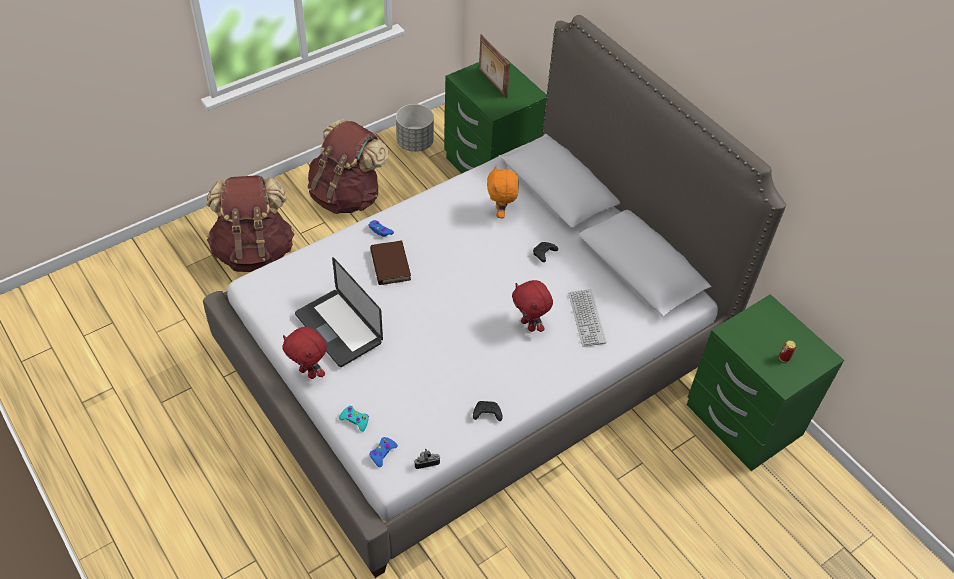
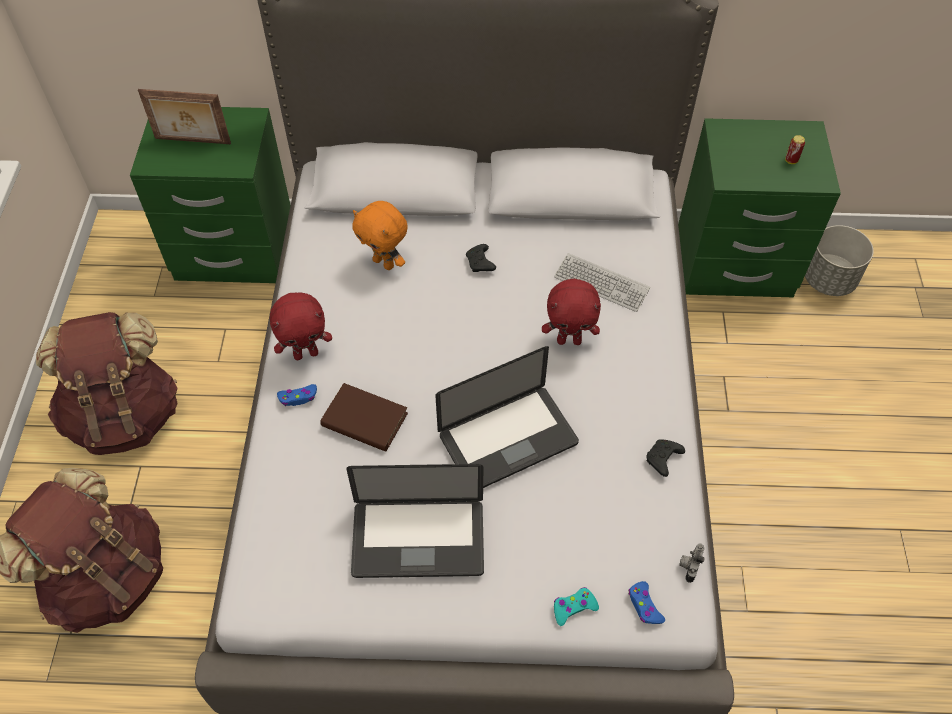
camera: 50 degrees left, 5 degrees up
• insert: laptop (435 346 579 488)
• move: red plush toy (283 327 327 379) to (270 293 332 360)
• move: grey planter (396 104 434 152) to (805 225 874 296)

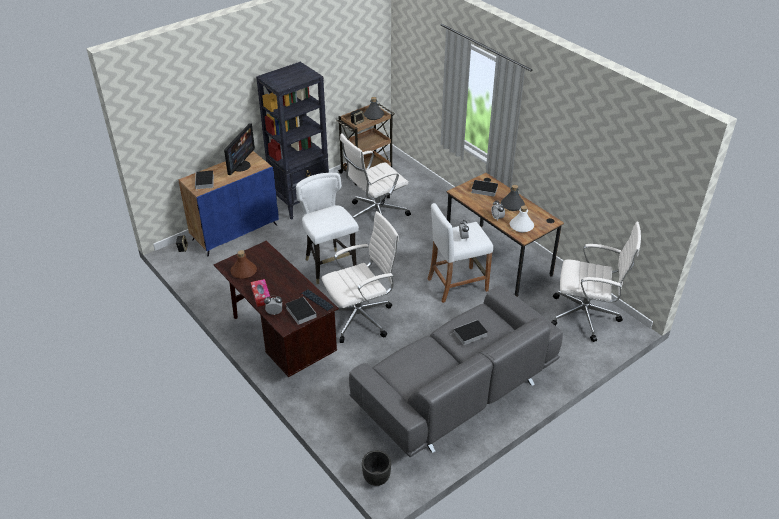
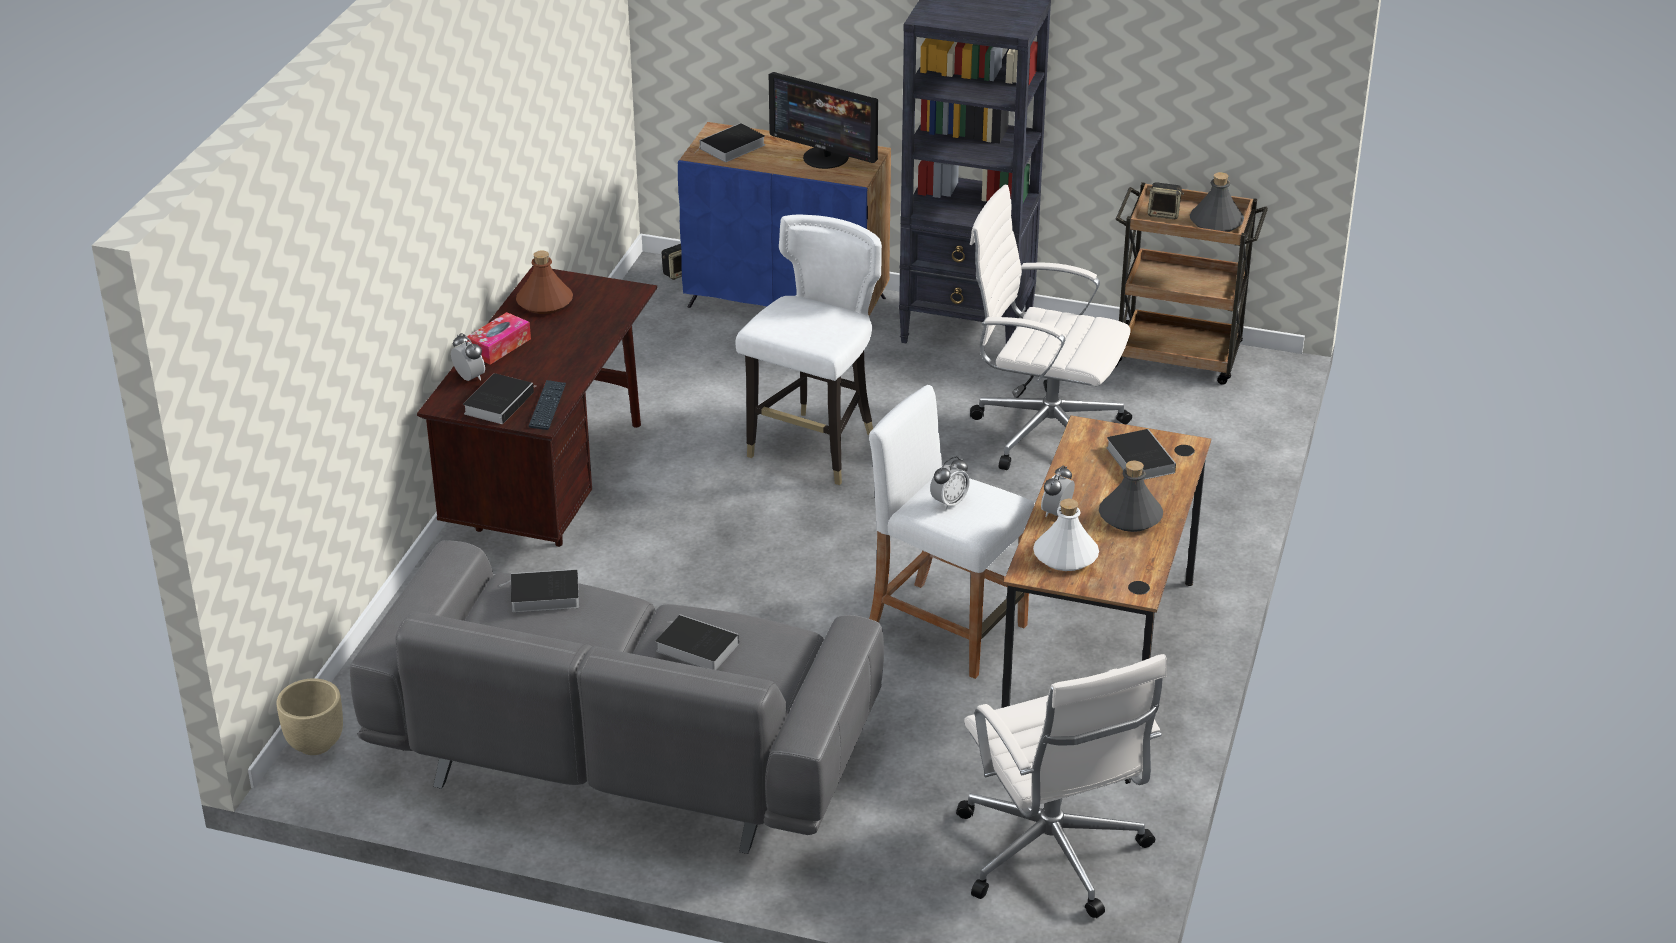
camera: 55 degrees right, 5 degrees down
• delete: white office chair (322 211 399 343)
• insert: book (499 569 579 612)
• recolor: black planter (362 450 391 486) to beige planter (276 678 343 755)
• rotate: monitor (224 123 255 175) = (769 72 878 169) 45 degrees clockwise

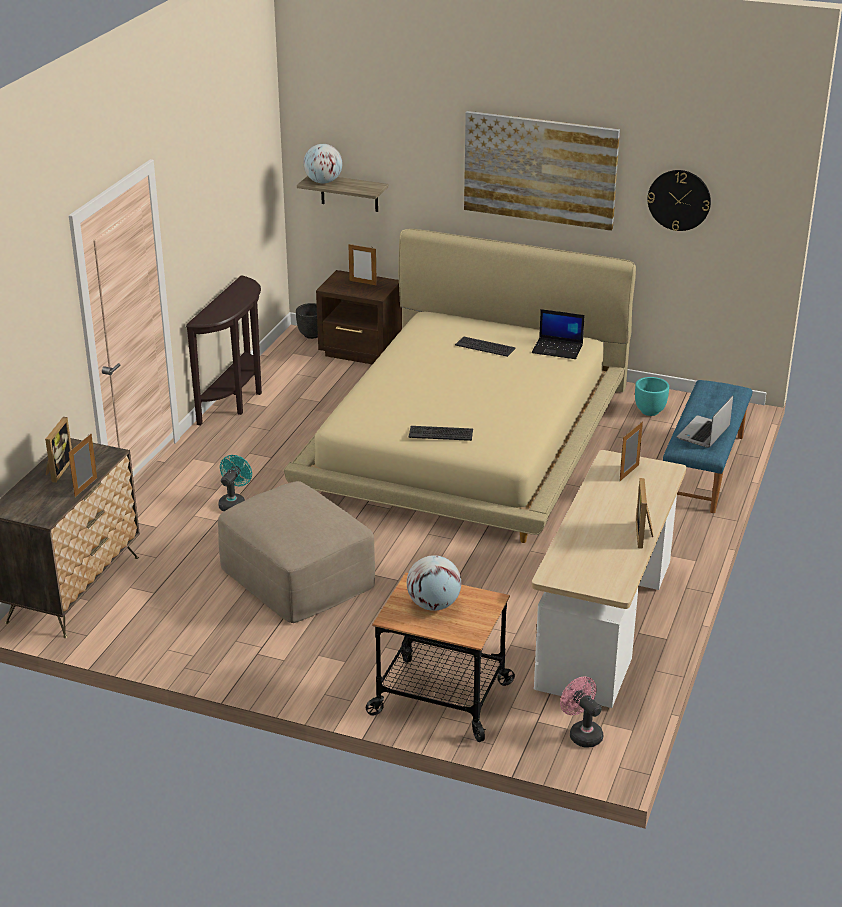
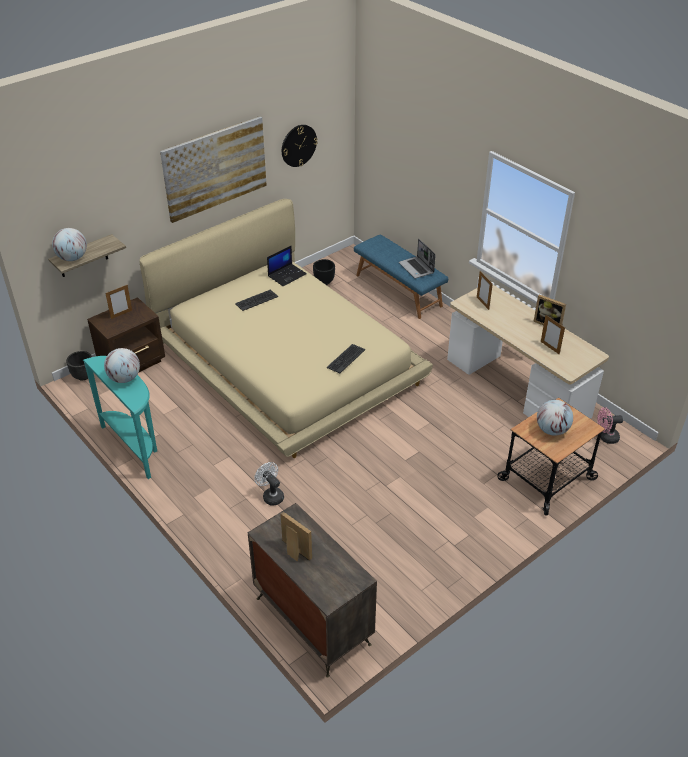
camera: 60 degrees left, 10 degrees up
• delete: beige ottoman (218 481 375 623)
• insert: globe (104 348 140 383)
• move: picture frame (68 434 97 497) to (541 315 565 355)
• recolor: brown console table (186 275 262 426) to turquoise console table (83 356 157 479)
• recolor: turquoise fan (218 455 252 511) to white fan (254 462 284 506)
• recolor: turquoise planter (635 377 669 416) to black planter (313 259 335 285)

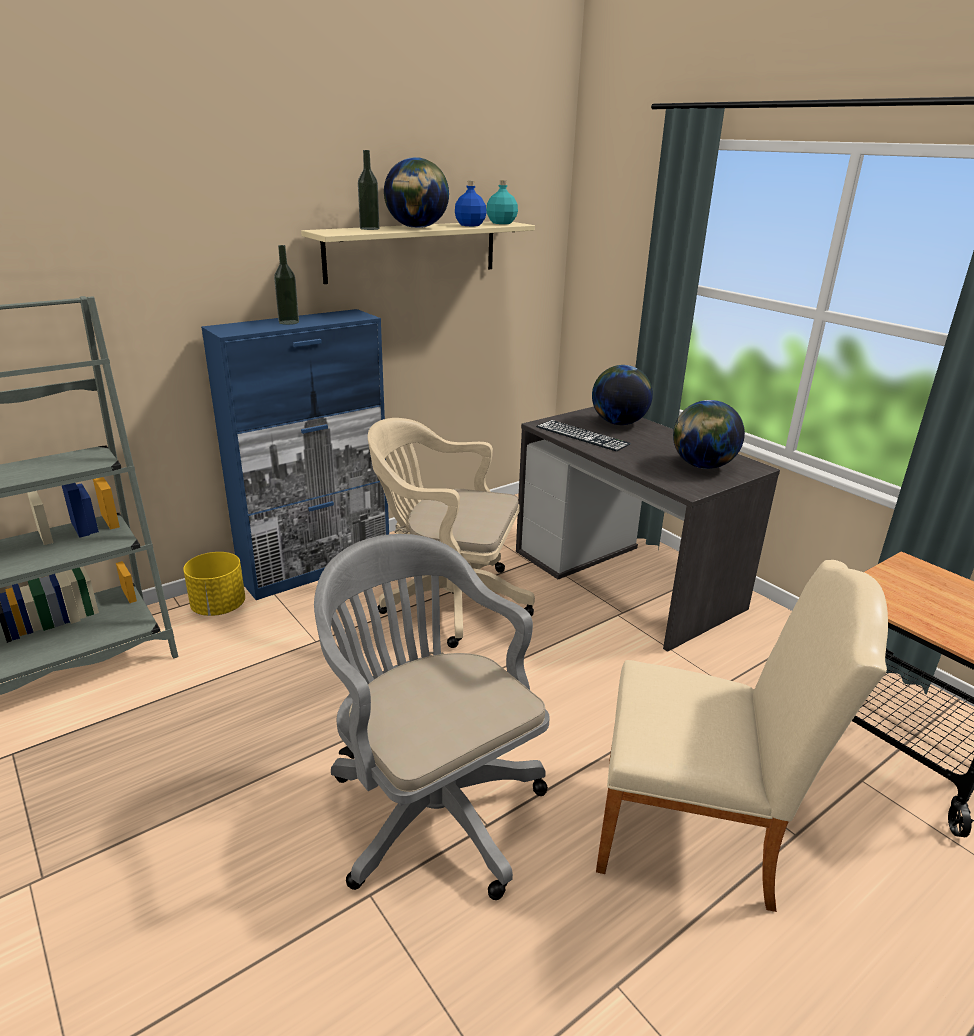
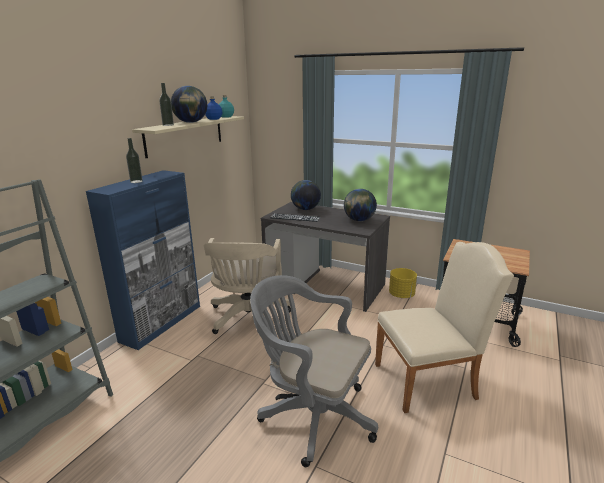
camera: 25 degrees left, 5 degrees down
• move: yellow planter (183 552 245 616) to (389 268 417 298)
• rotate: beige office chair (368 418 535 648) = (204 238 291 334) 75 degrees counterclockwise

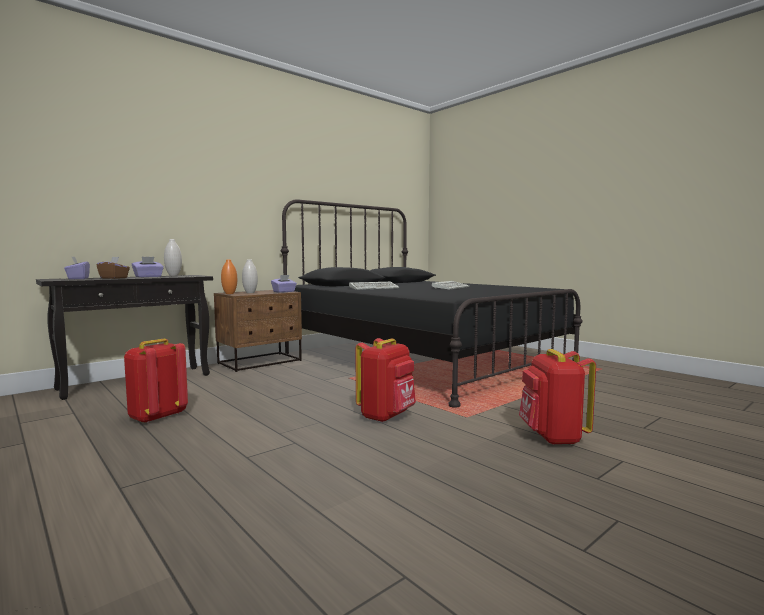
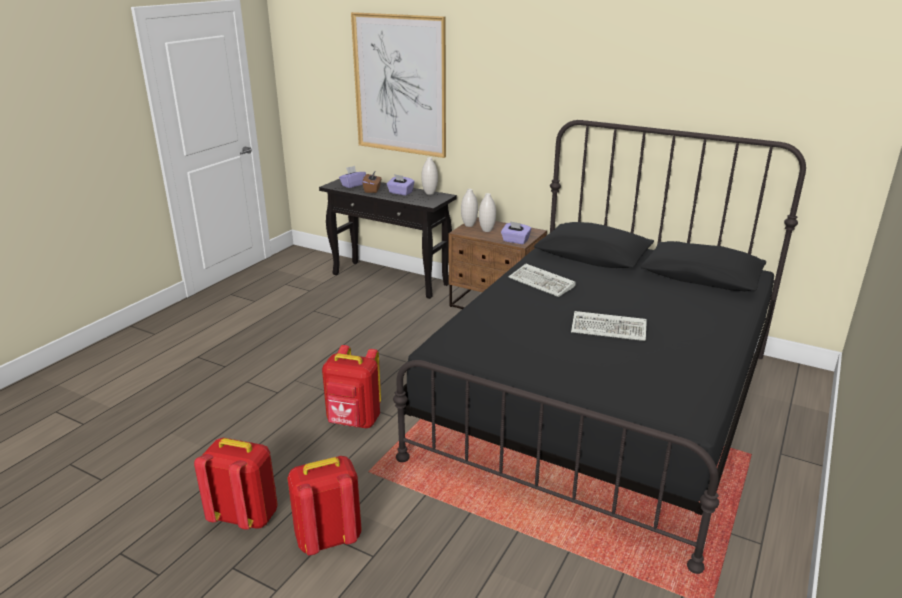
camera: 70 degrees right, 20 degrees up
• insert: picture (351 12 446 158)
• move: red backpack (124 339 188 423) to (194 438 278 530)
• recolor: orange vase (221 260 237 294) to white vase (461 189 478 227)

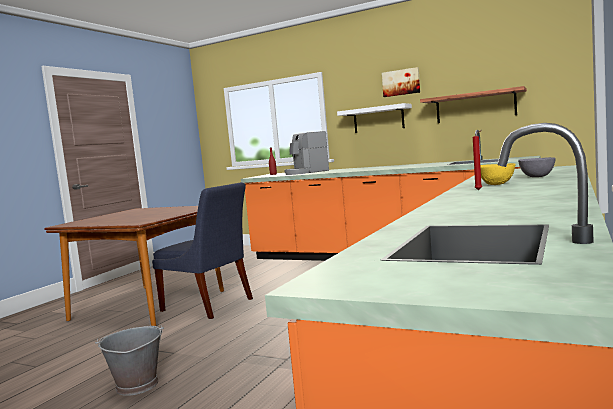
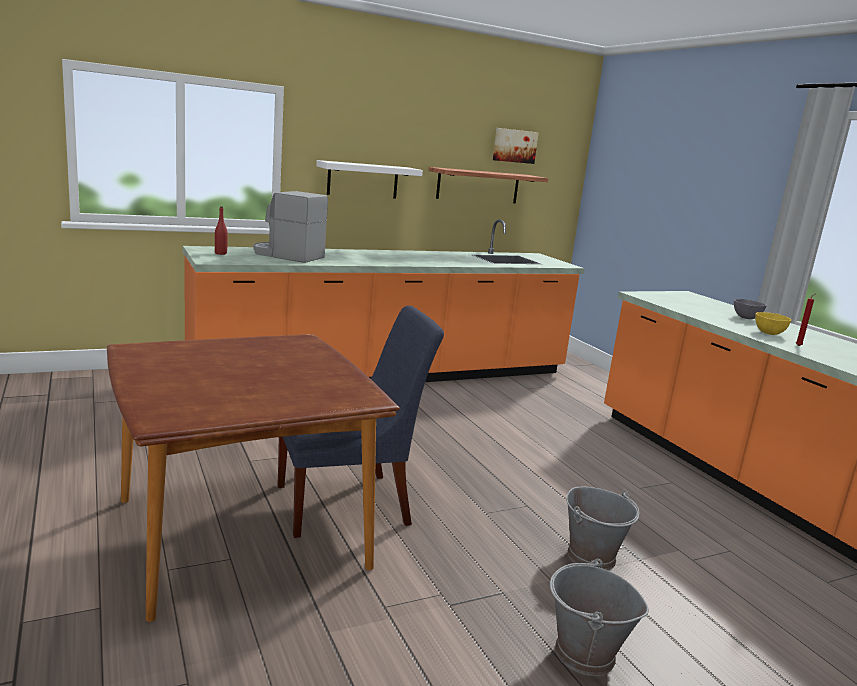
camera: 55 degrees left, 10 degrees up
• insert: grey bucket (566 487 640 570)
• move: picture (382 67 420 97) to (493 128 539 164)
• rotate: coffee machine (284 131 329 175) = (253 191 328 263) 105 degrees clockwise

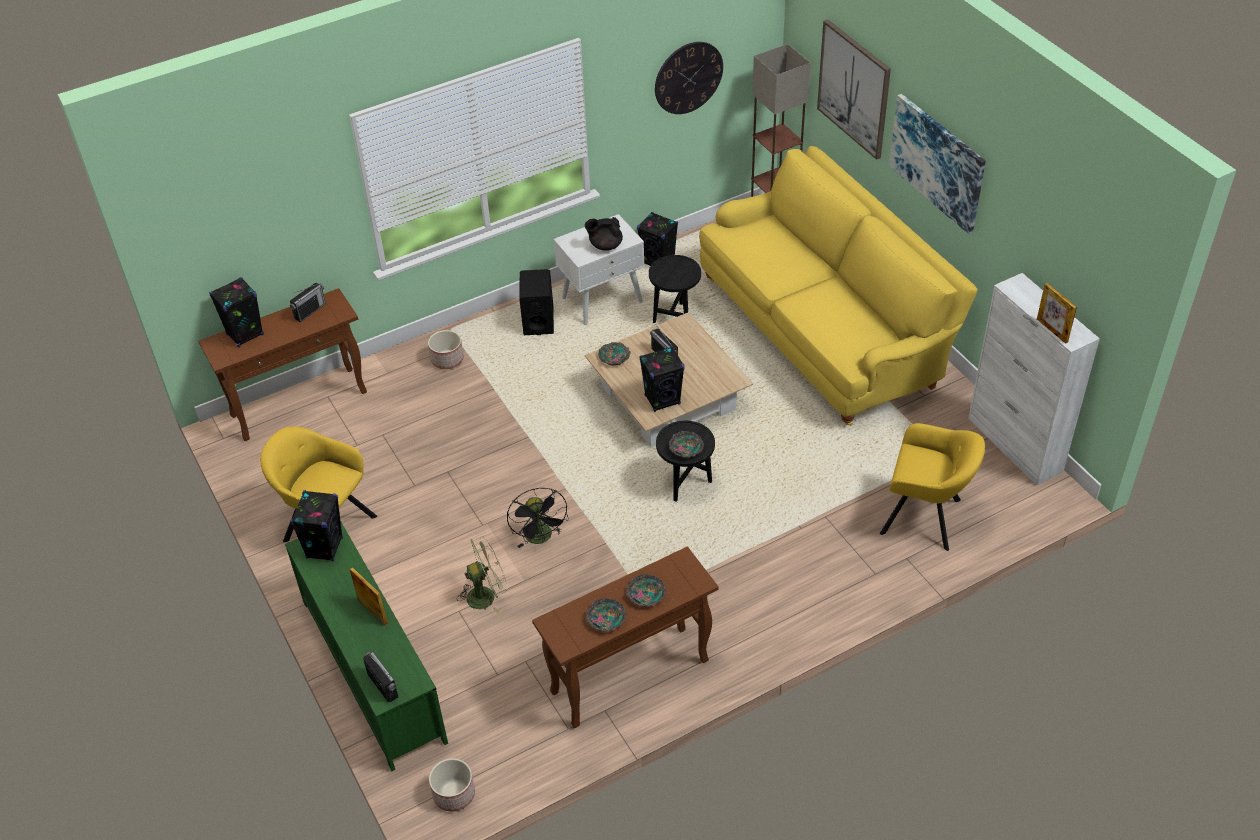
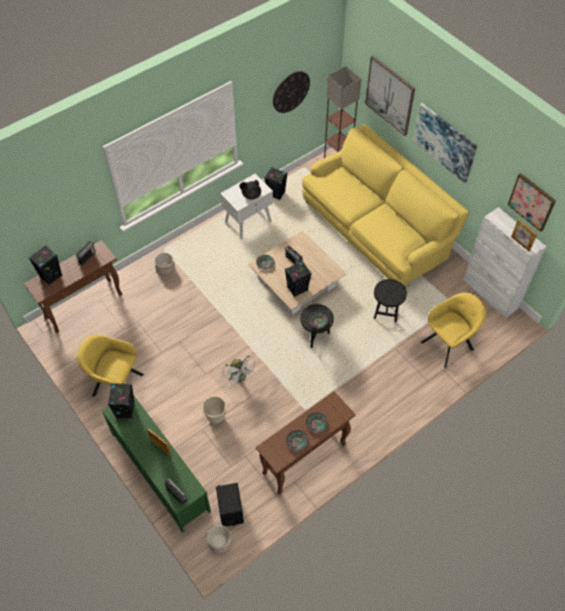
camera: 10 degrees left, 10 degrees up
• insert: picture (508 173 556 232)
• move: black speaker (519 269 554 335) to (216 483 244 527)
• move: black side table (649 255 701 323) to (374 279 407 323)
• replace: green fan (457 536 508 613) to beige planter (202 396 227 424)
• recolor: black fan (507 488 569 548) to white fan (223 355 257 386)
• rotate: yellow armchair (880 423 985 551) = (421 292 486 368) 45 degrees counterclockwise

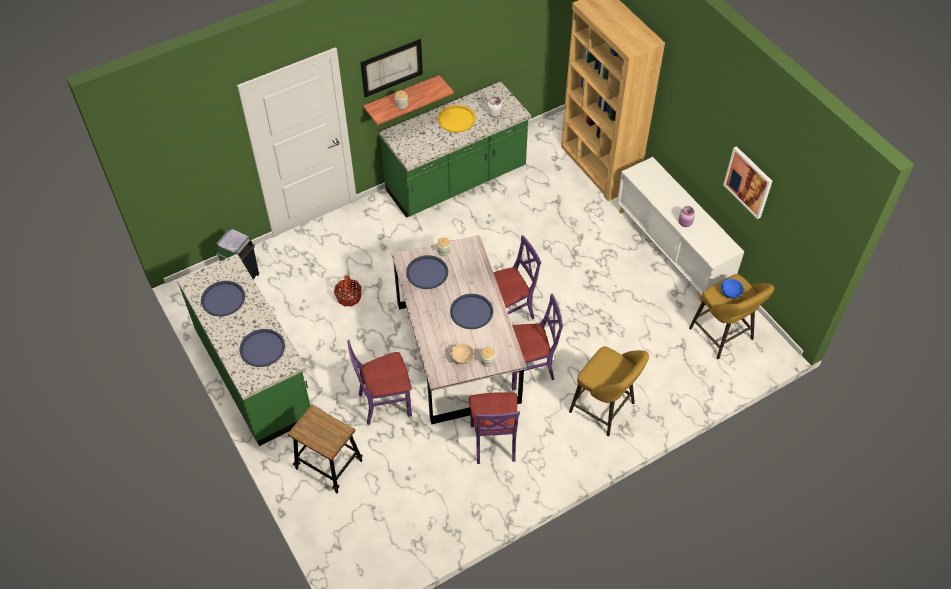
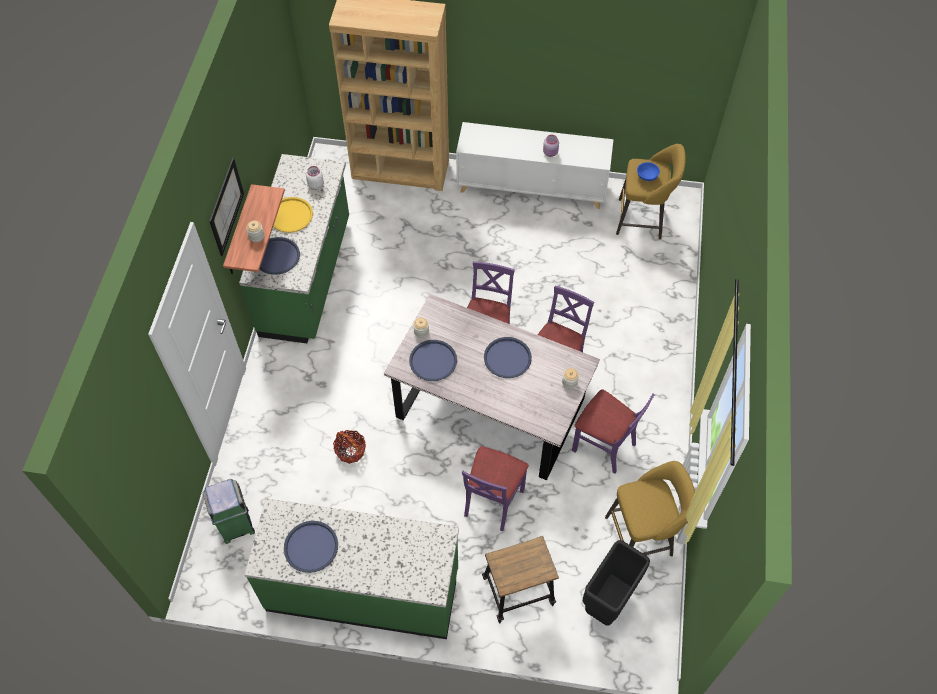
camera: 50 degrees left, 5 degrees up
• delete: beige bowl (450 343 474 364)
• delete: picture (723 146 772 219)
• insert: black trash can (583 540 650 626)
• move: blue tray (239 329 285 367) to (260 237 300 275)
• move: yellow stool (569 346 649 436) to (605 461 695 556)

